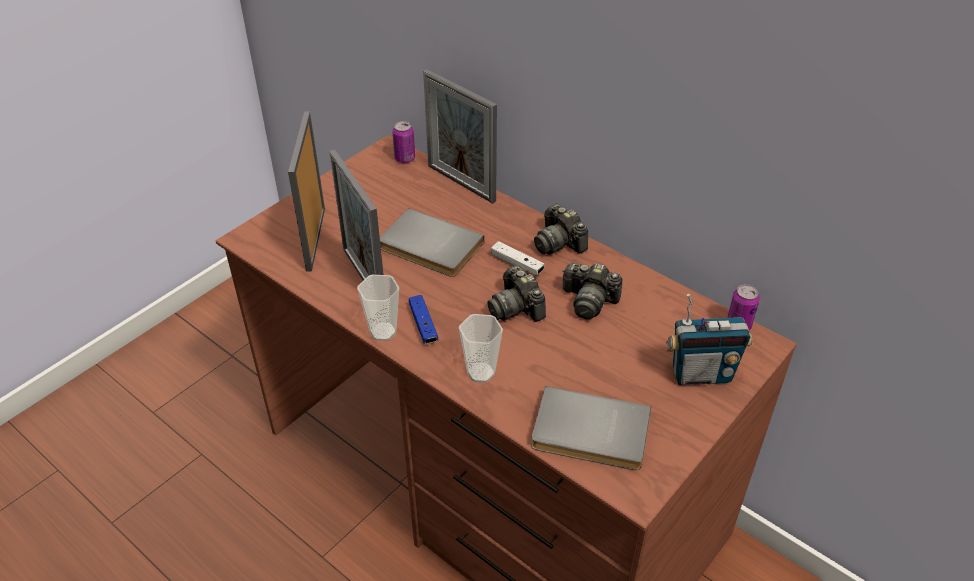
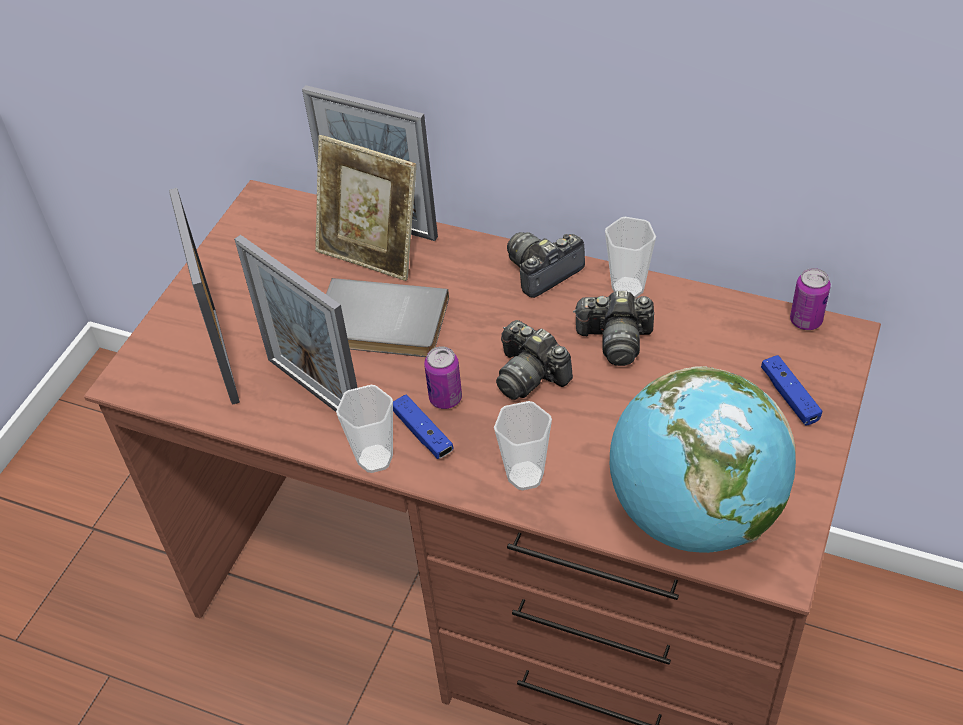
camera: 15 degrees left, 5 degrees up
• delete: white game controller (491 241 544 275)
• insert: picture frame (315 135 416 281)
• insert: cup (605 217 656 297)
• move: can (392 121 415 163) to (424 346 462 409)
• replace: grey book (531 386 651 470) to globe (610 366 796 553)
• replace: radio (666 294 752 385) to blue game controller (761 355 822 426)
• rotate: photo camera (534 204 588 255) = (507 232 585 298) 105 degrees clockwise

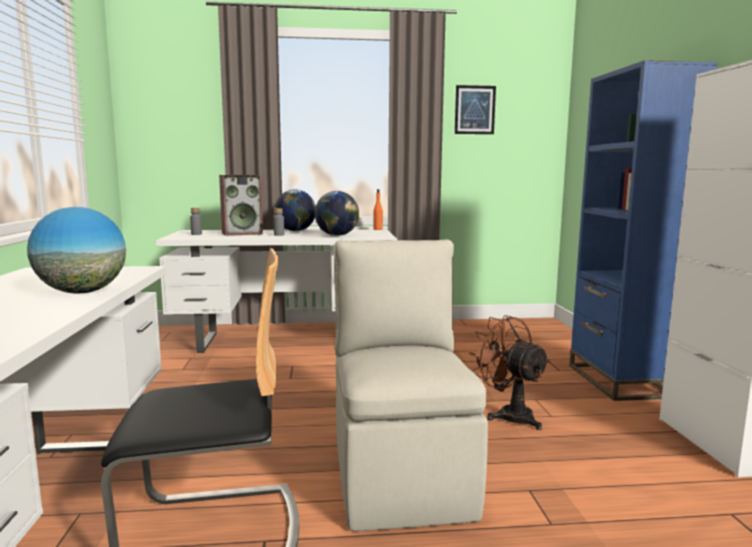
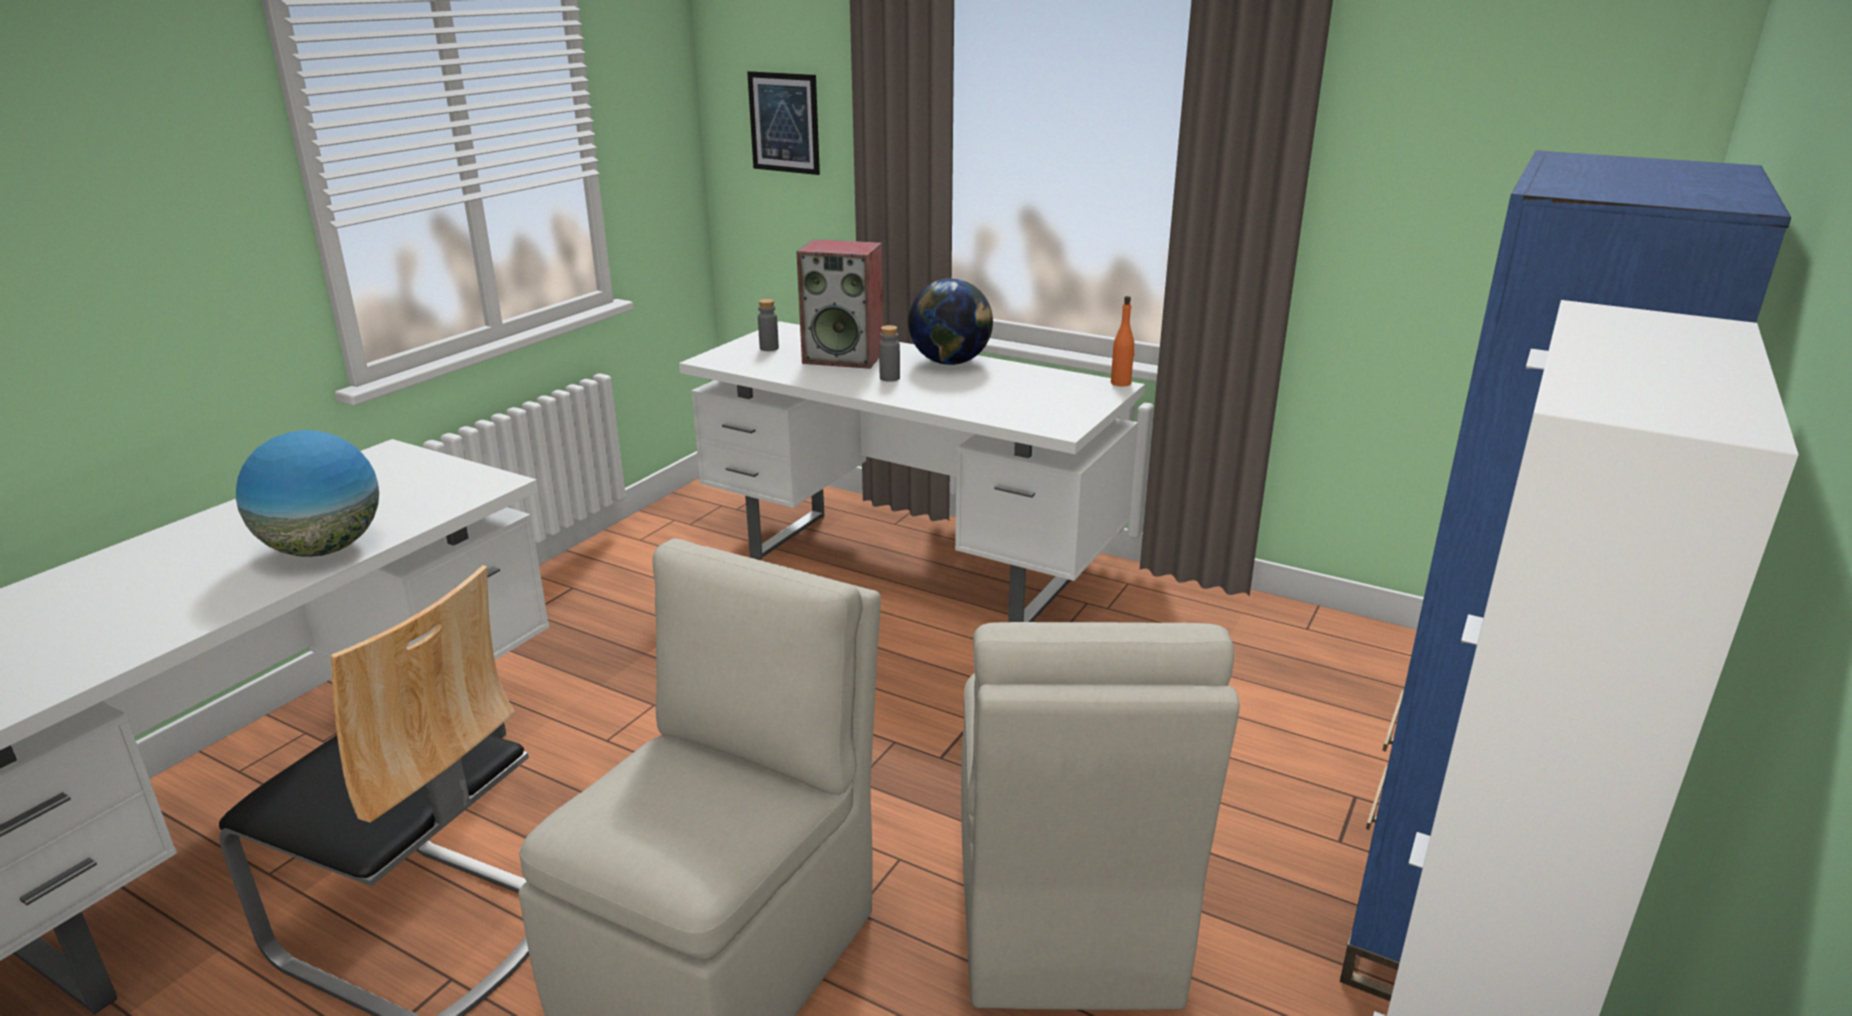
camera: 35 degrees right, 15 degrees up
• delete: globe (315 191 359 236)
• move: picture (455 85 496 134) to (747 71 820 175)
• replace: brown fan (469 315 550 430) to beige chair (961 622 1240 1010)

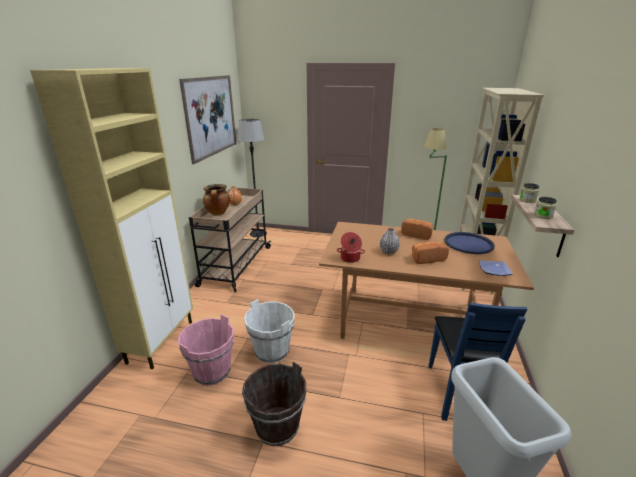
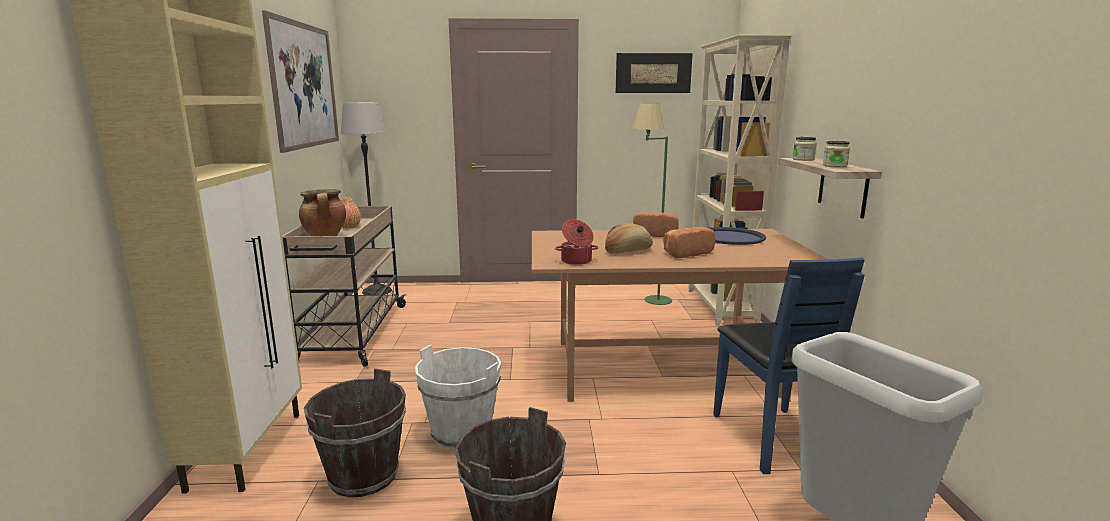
camera: 15 degrees left, 10 degrees down
• delete: plate (479 260 512 276)
• insert: picture (616 53 693 93)
• replace: grey vase (380 228 400 254) to bread (605 223 653 254)
• recolor: pink bucket (178 314 234 385) to brown bucket (304 368 406 498)

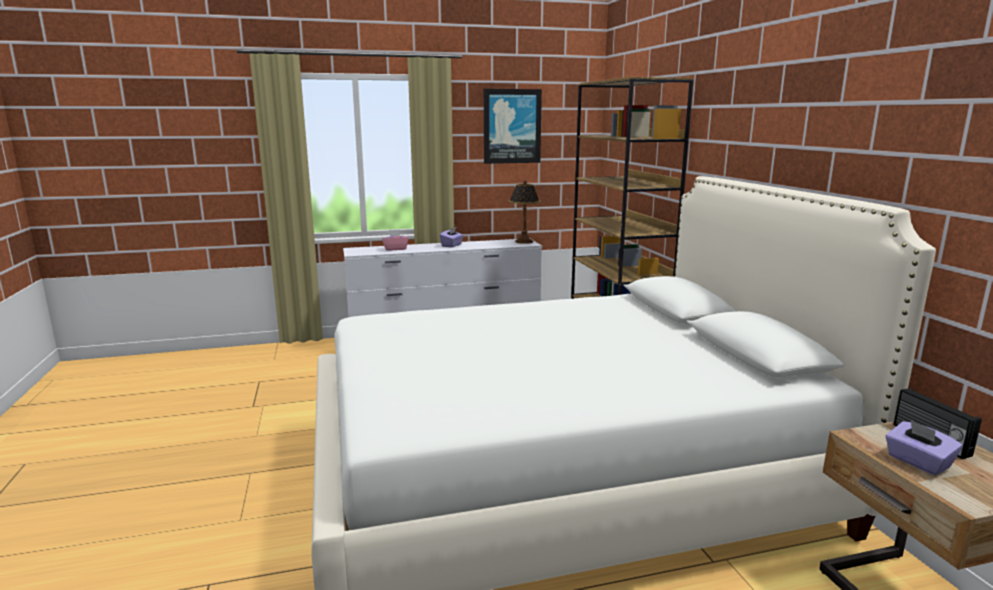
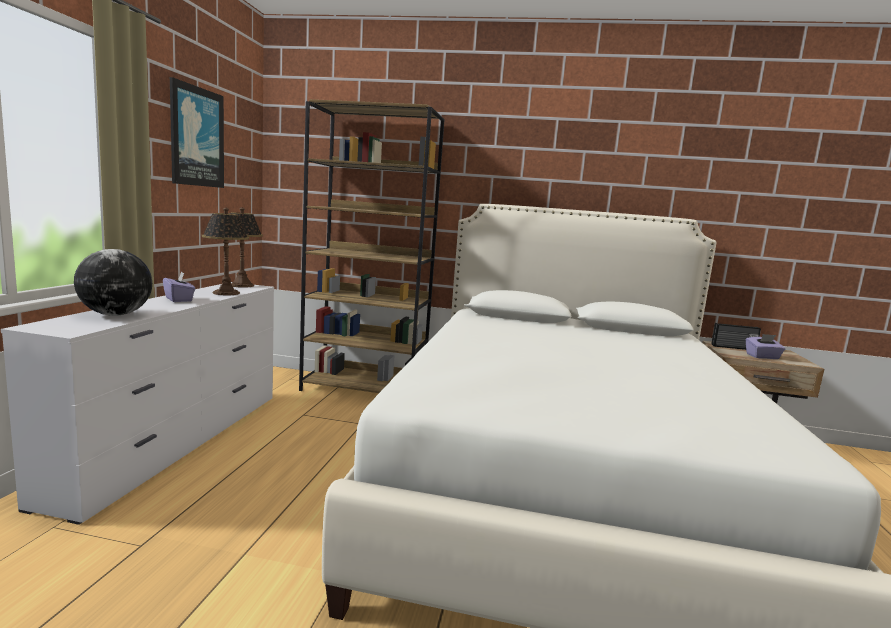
camera: 65 degrees left, 5 degrees down
• insert: table lamp (202 208 249 295)
• replace: pink tissue box (382 229 408 251) to globe (74 249 152 316)

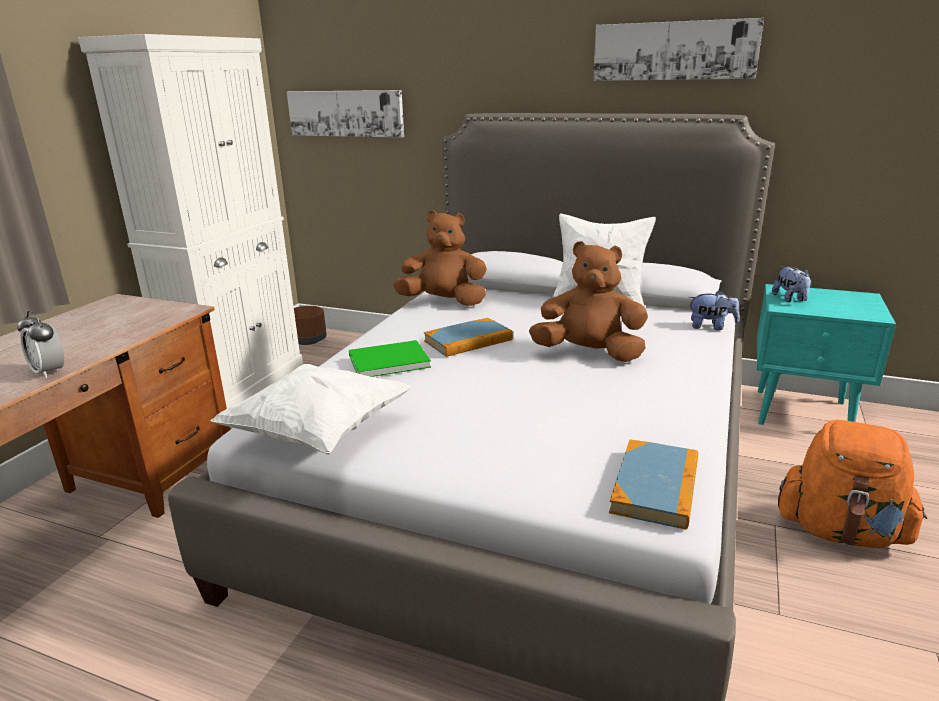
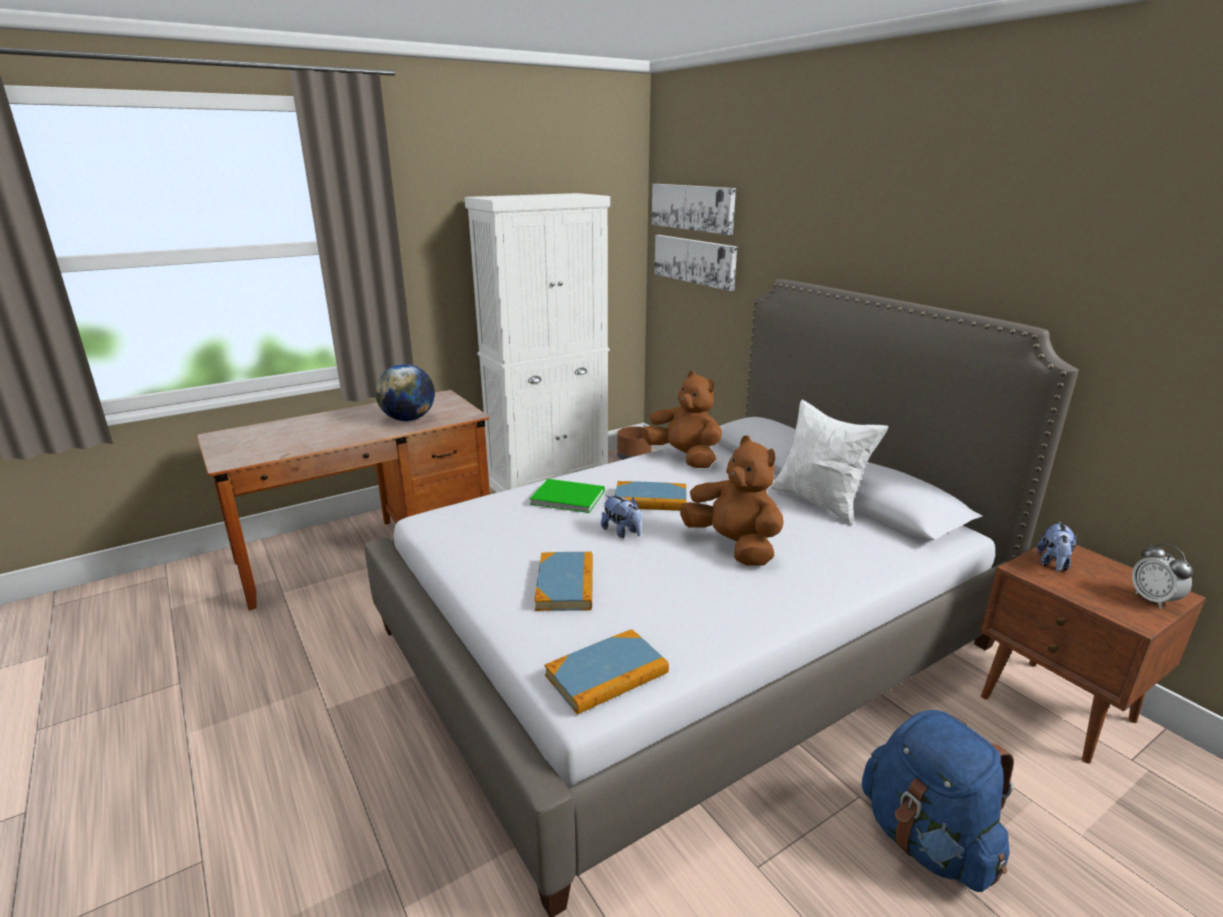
camera: 35 degrees right, 0 degrees up
• delete: white pillow (210 364 412 455)
• insert: globe (375 364 435 421)
• insert: book (535 552 593 611)
• move: alarm clock (17 311 64 378) to (1132 543 1193 609)
• move: picture (593 18 764 81) to (652 184 736 235)
• move: plush toy (689 290 739 331) to (601 495 642 538)
• recolor: turquoise nightstand (757 284 896 425) to brown nightstand (980 545 1206 764)
• recolor: orange backpack (778 420 927 548) to blue backpack (862 710 1014 892)

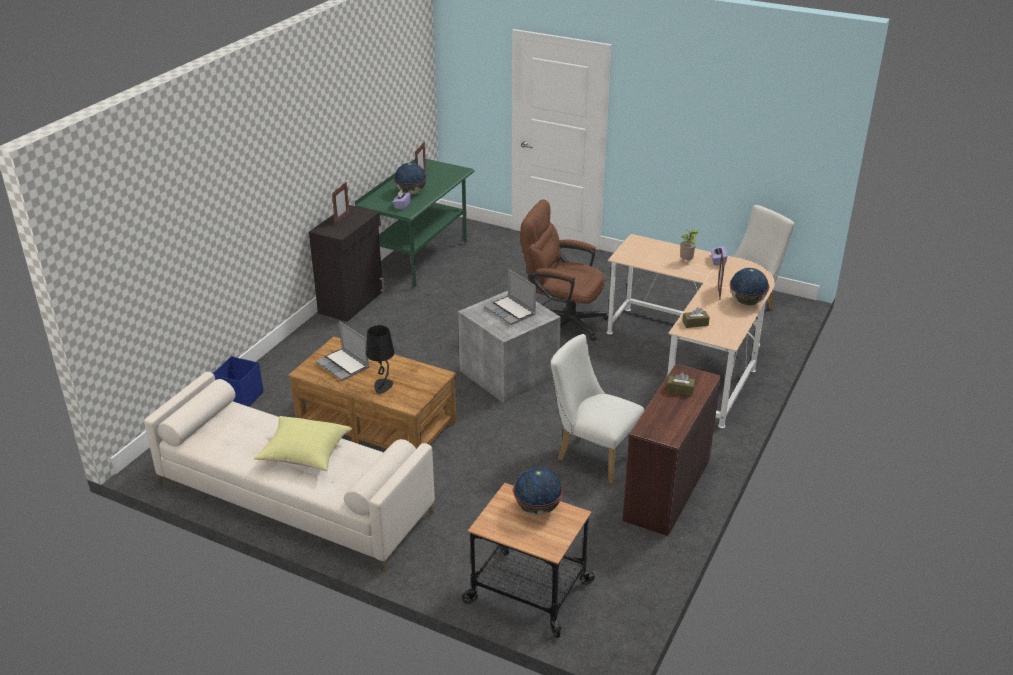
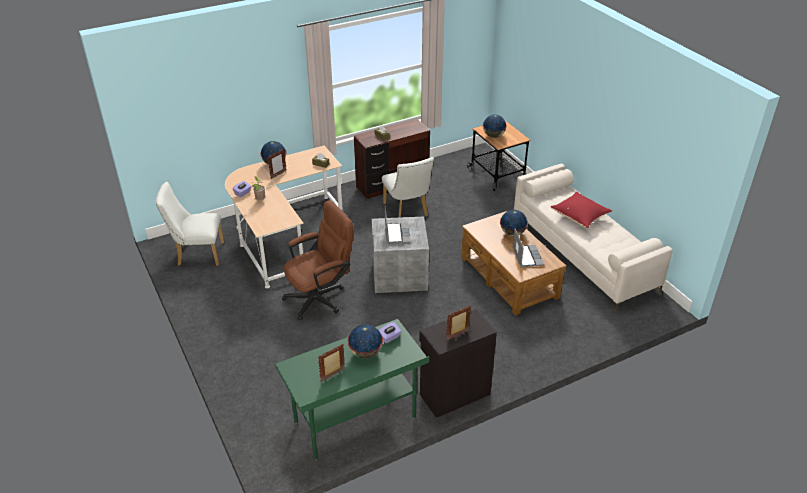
camera: 145 degrees left, 5 degrees up
• delete: blue storage box (213 356 263 407)
• replace: black table lamp (366 325 394 394) to globe (500 210 528 236)
• recolor: yellow pillow (254 416 352 471) to red pillow (550 191 612 228)
• rotate: brown office chair (520 199 608 341) = (282 200 354 320) 90 degrees counterclockwise

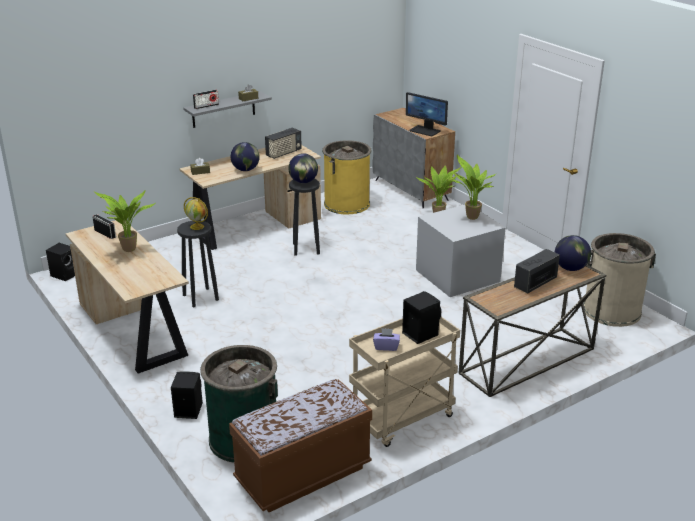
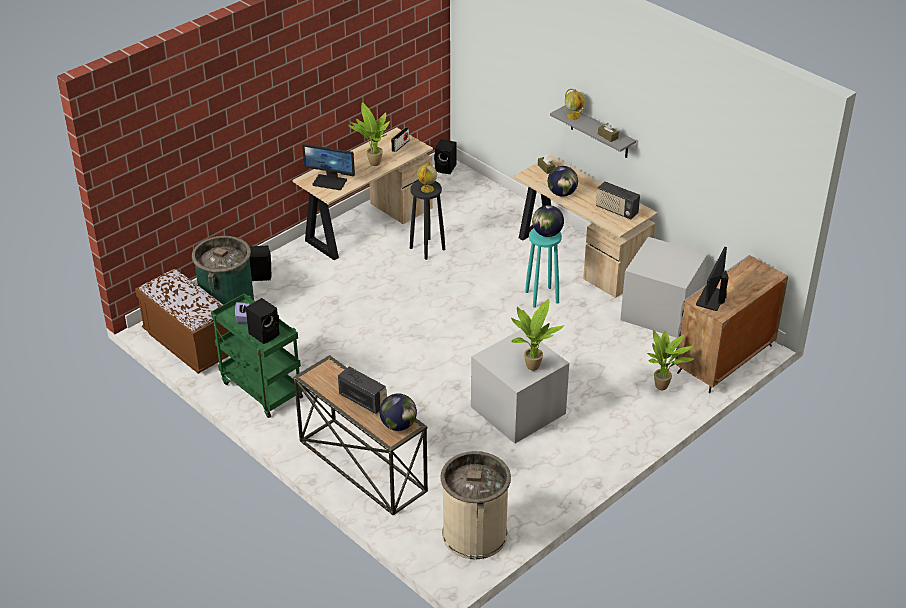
camera: 80 degrees right, 10 degrees up
• insert: monitor (302 144 355 190)
• replace: radio (193 90 219 109) to globe (565 89 585 120)
• replace: yellow trash can (322 140 372 214) to grey storage box (620 237 708 338)
• recolor: black stool (289 179 320 256) to turquoise stool (525 228 562 308)
• recolor: beige cart (349 317 460 447) to green cart (211 293 303 418)

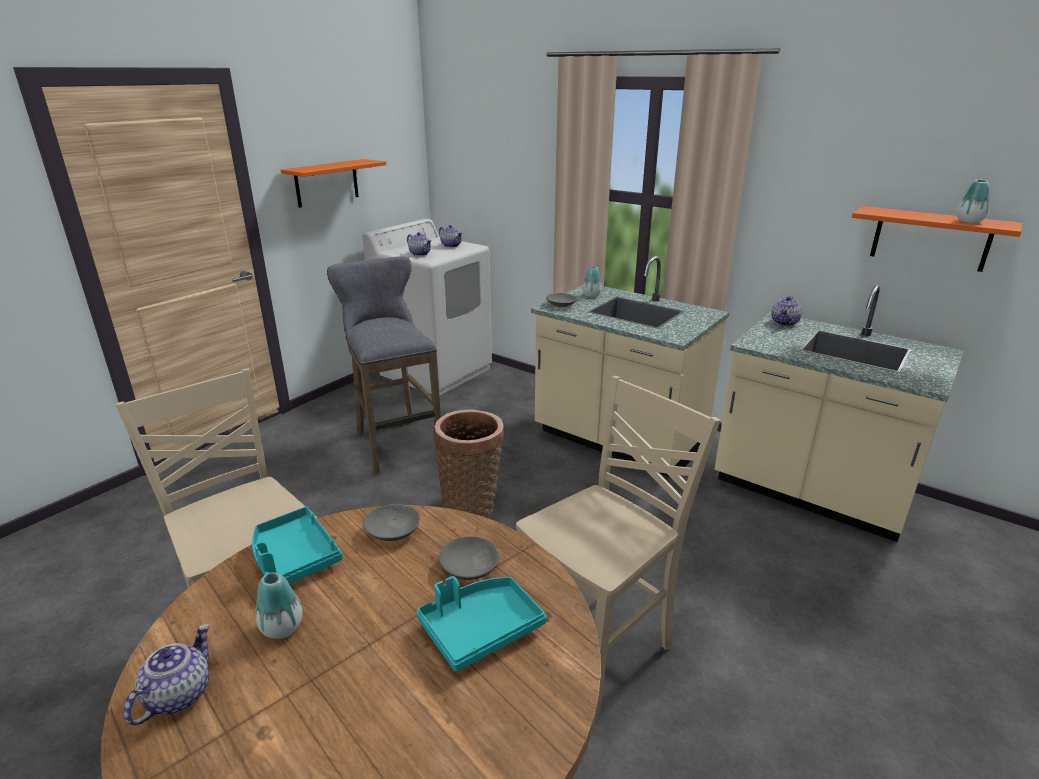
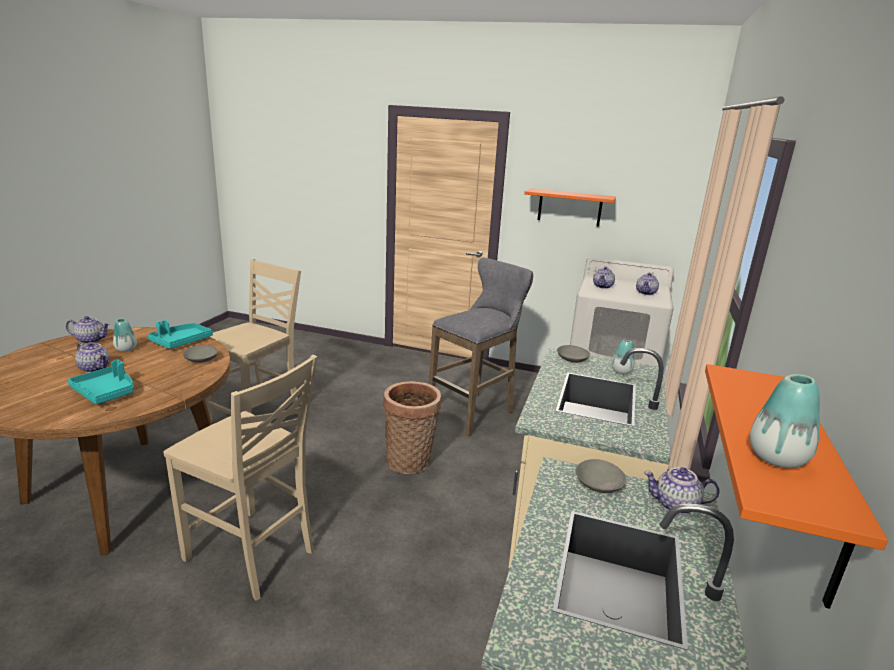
camera: 70 degrees right, 5 degrees down
• insert: teapot (75 342 110 373)
• move: grey bowl (439 536 499 580) to (576 459 627 493)

